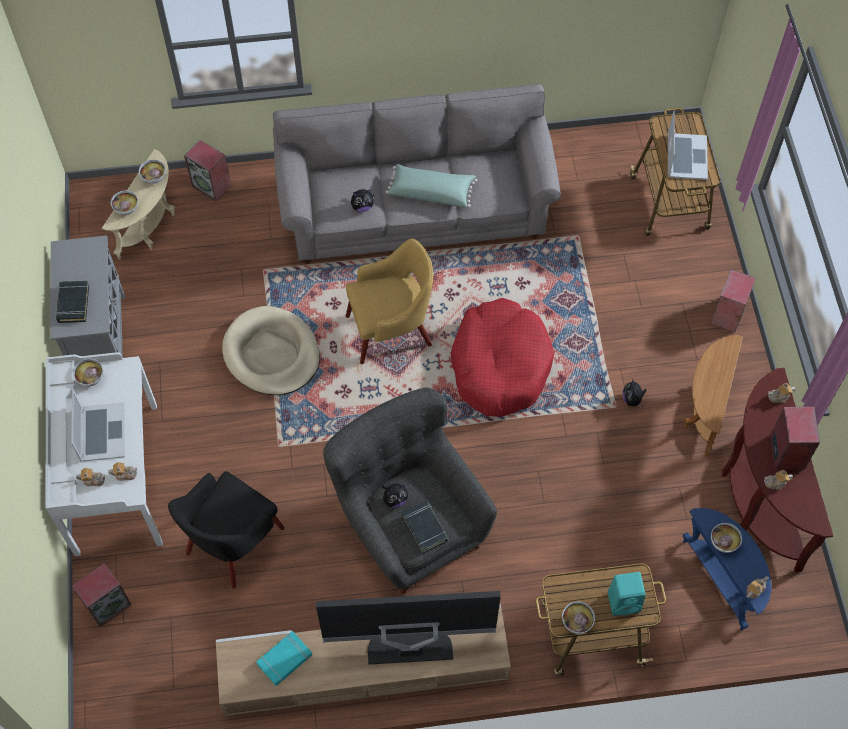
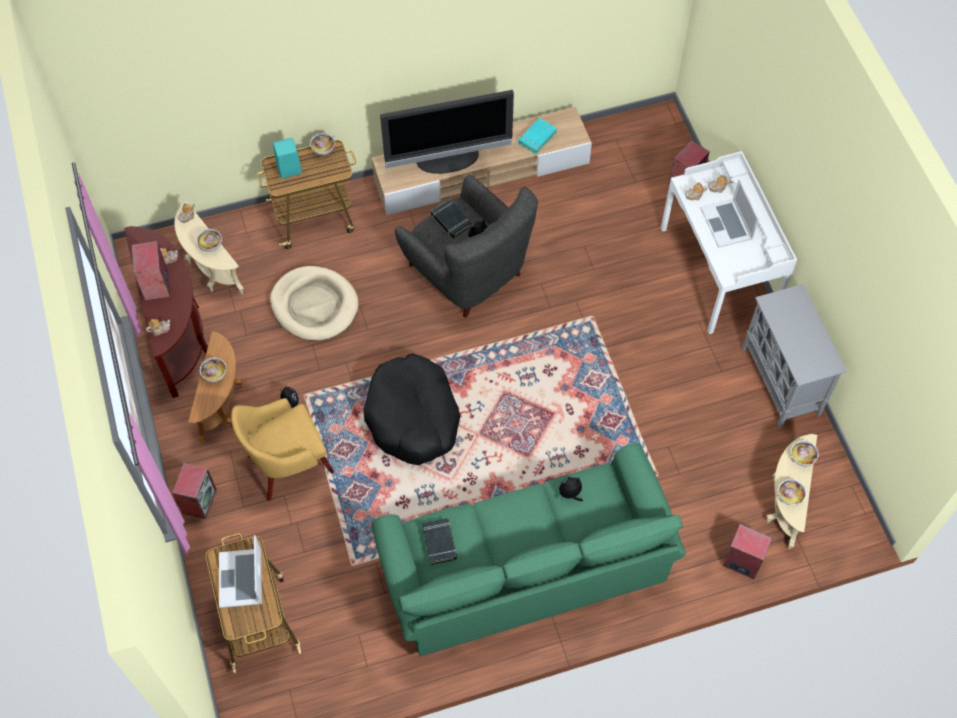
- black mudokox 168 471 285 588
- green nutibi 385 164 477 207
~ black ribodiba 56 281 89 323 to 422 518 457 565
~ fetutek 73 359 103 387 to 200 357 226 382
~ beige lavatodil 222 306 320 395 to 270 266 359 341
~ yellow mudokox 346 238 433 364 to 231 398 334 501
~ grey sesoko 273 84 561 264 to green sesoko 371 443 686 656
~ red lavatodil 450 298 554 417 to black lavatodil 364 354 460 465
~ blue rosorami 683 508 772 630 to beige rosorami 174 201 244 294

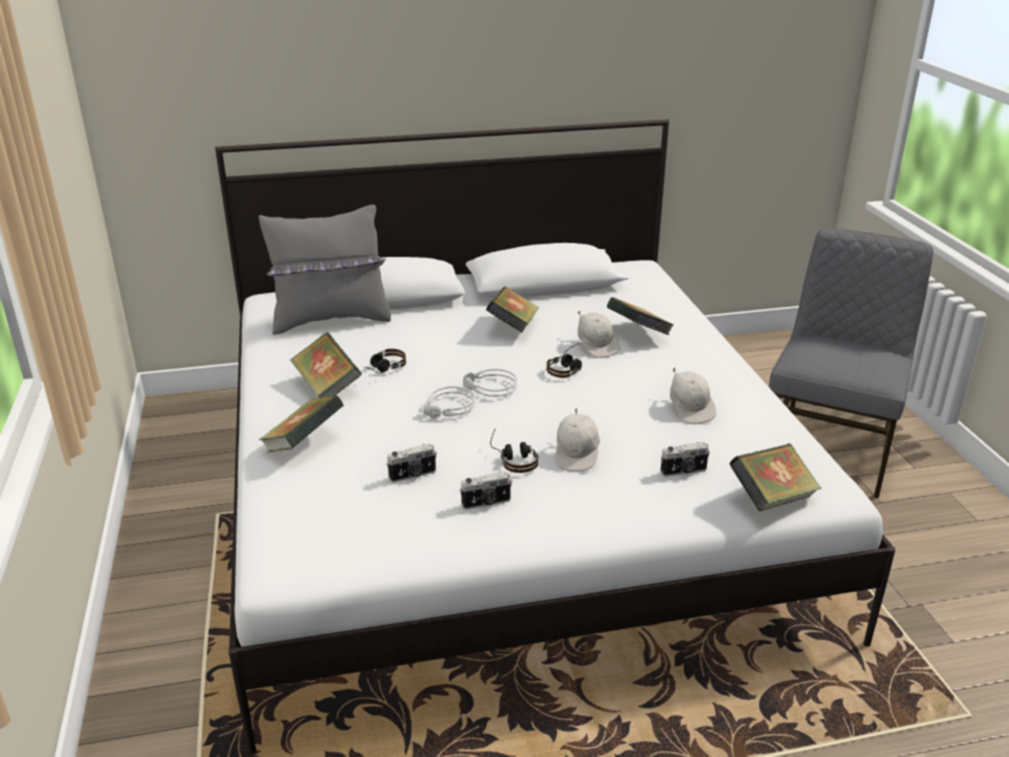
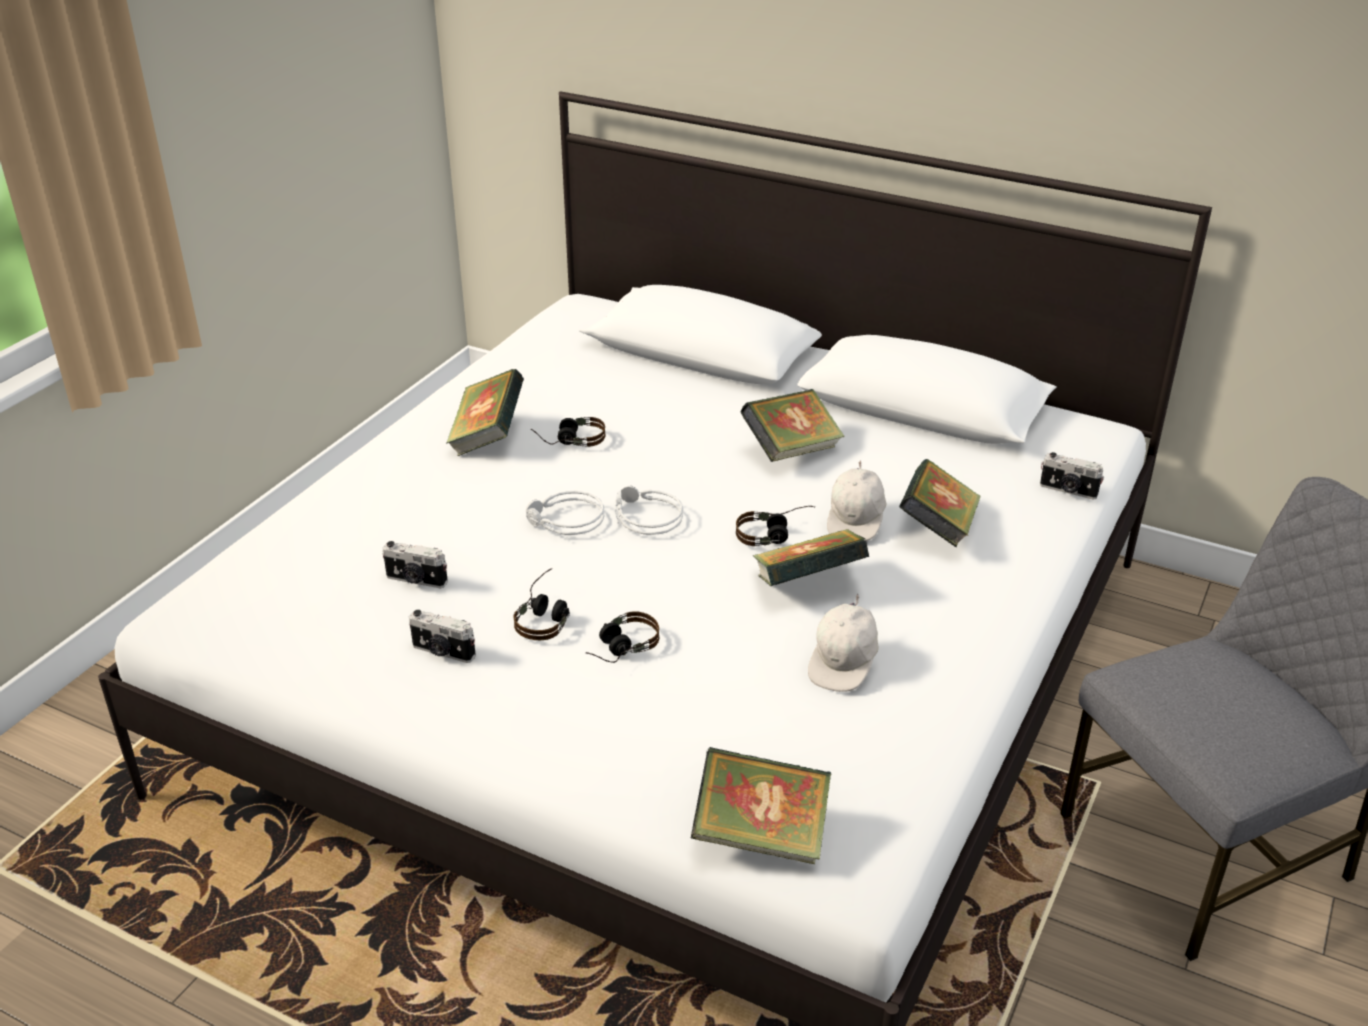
- grey nutibi 259 205 391 335
~ ribodiba 259 395 344 453 to 753 529 869 586
~ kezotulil 660 442 710 477 to 1040 452 1104 500
~ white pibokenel 556 408 600 472 to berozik 586 611 659 663

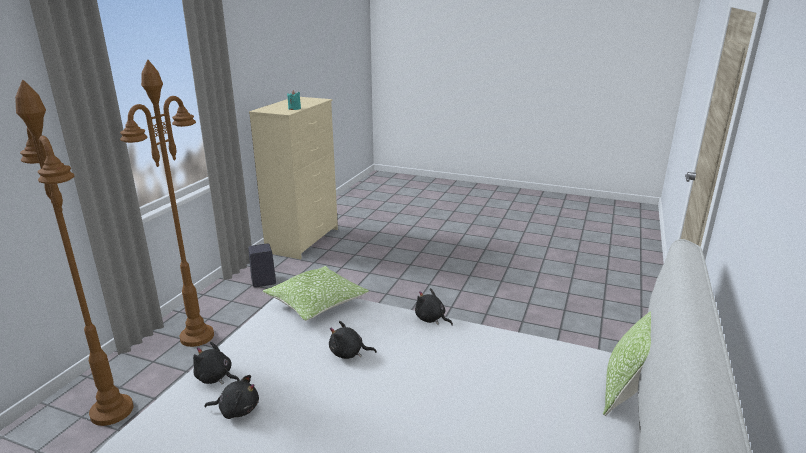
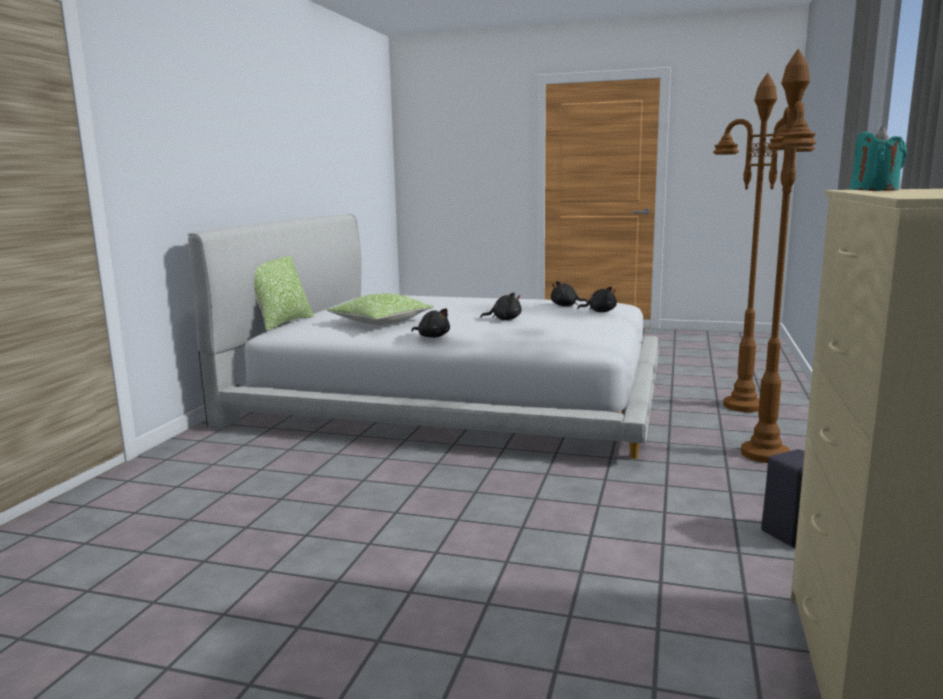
~ nutibi 263 266 369 321 to 327 293 434 325

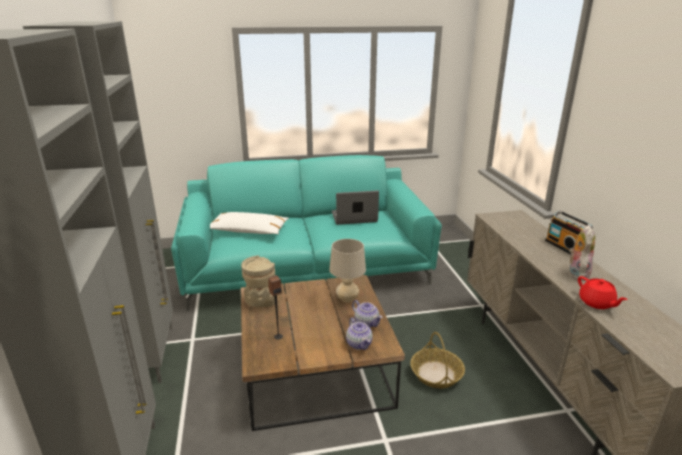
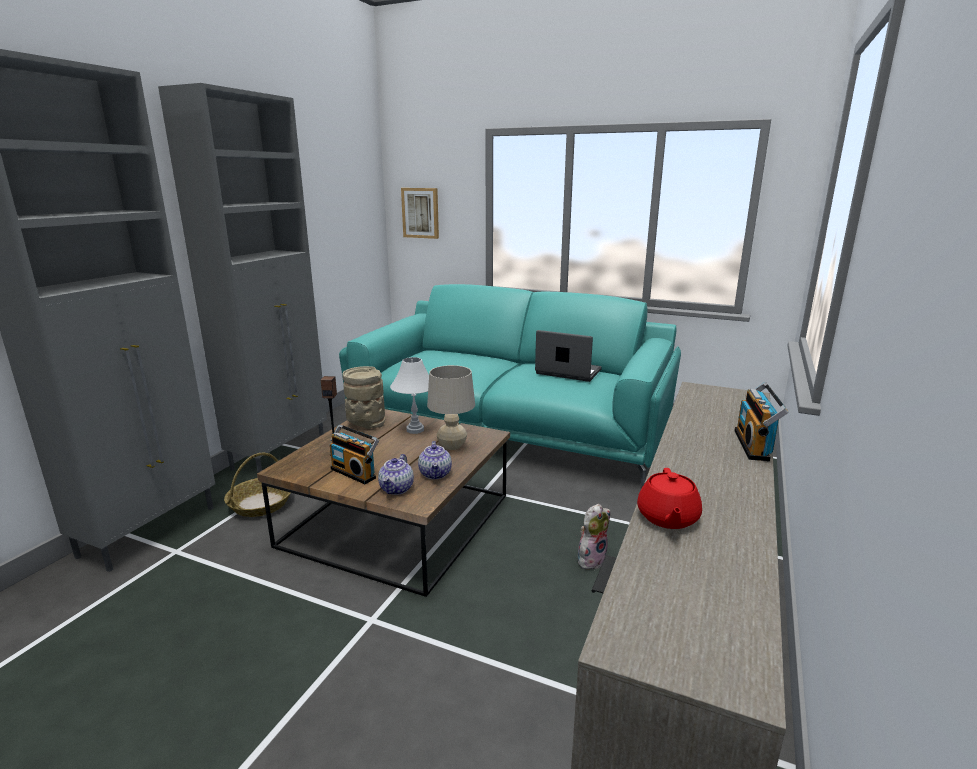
- white nutibi 210 212 289 234
+ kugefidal 330 424 379 484
+ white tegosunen 390 357 429 434
+ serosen 401 188 439 239
~ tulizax 410 332 465 388 to 224 453 291 517
~ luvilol 569 225 595 281 to 578 504 610 569

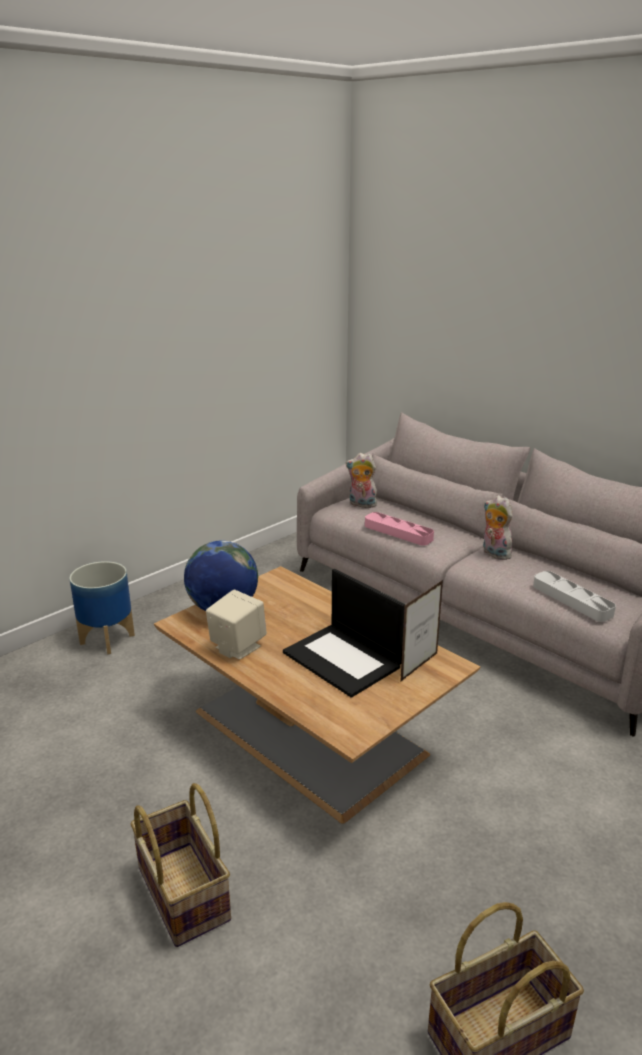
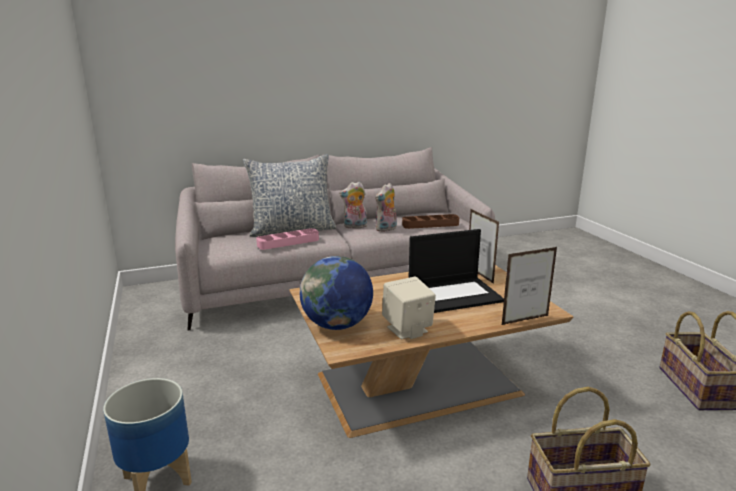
+ nutibi 243 154 336 237
+ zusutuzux 502 247 557 325
~ luvilol 346 453 377 508 to 375 183 397 232
~ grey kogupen 533 571 616 622 to brown kogupen 402 214 459 229

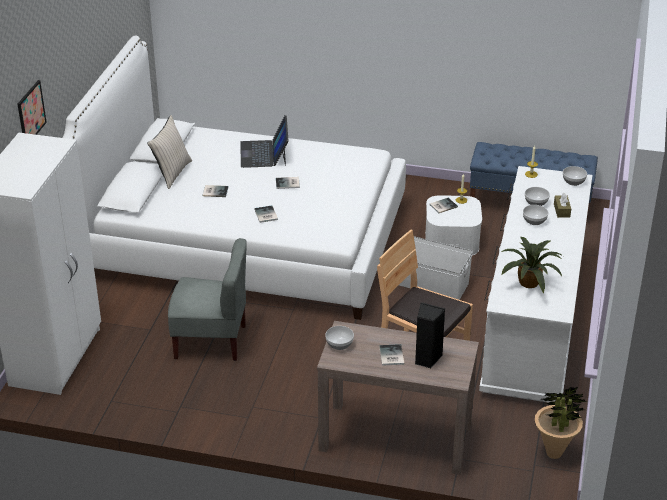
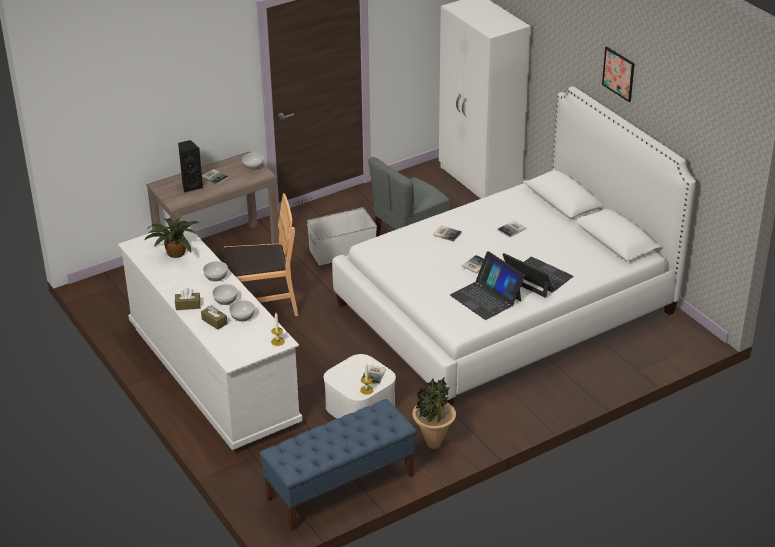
- beige nutibi 147 115 192 189
+ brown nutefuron 175 288 200 310
+ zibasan 450 251 525 320
~ serosen 18 80 47 135 to 602 46 635 102
~ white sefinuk 399 236 473 300 to 307 207 377 266
~ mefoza 535 387 588 459 to 413 377 456 449
~ fetutek 563 166 587 186 to 203 261 228 282

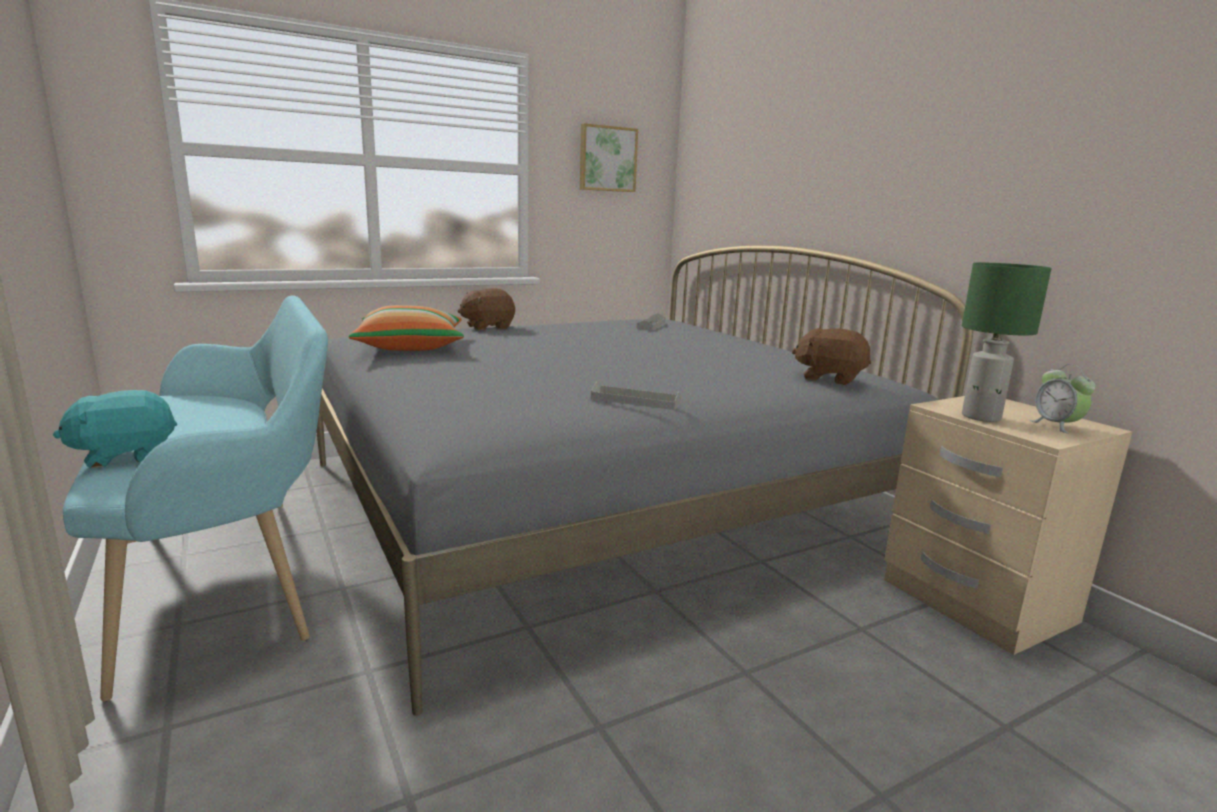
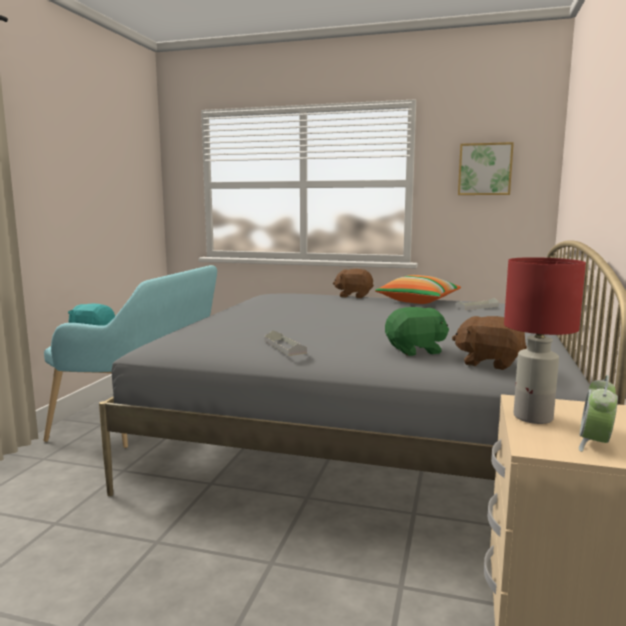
+ green luvilol 385 307 449 356
~ nutibi 349 305 464 351 to 375 275 461 304
~ green tegosunen 962 263 1052 422 to red tegosunen 504 257 586 424
~ brown luvilol 792 328 871 385 = 452 316 527 370 45 degrees counterclockwise

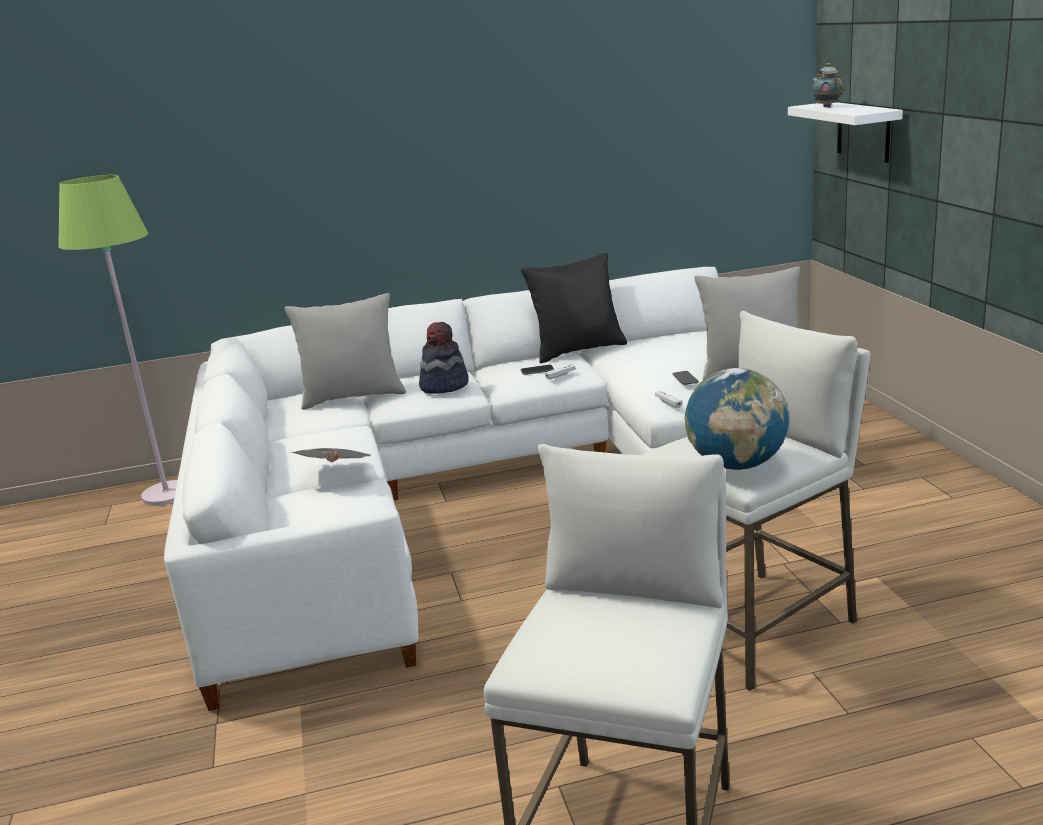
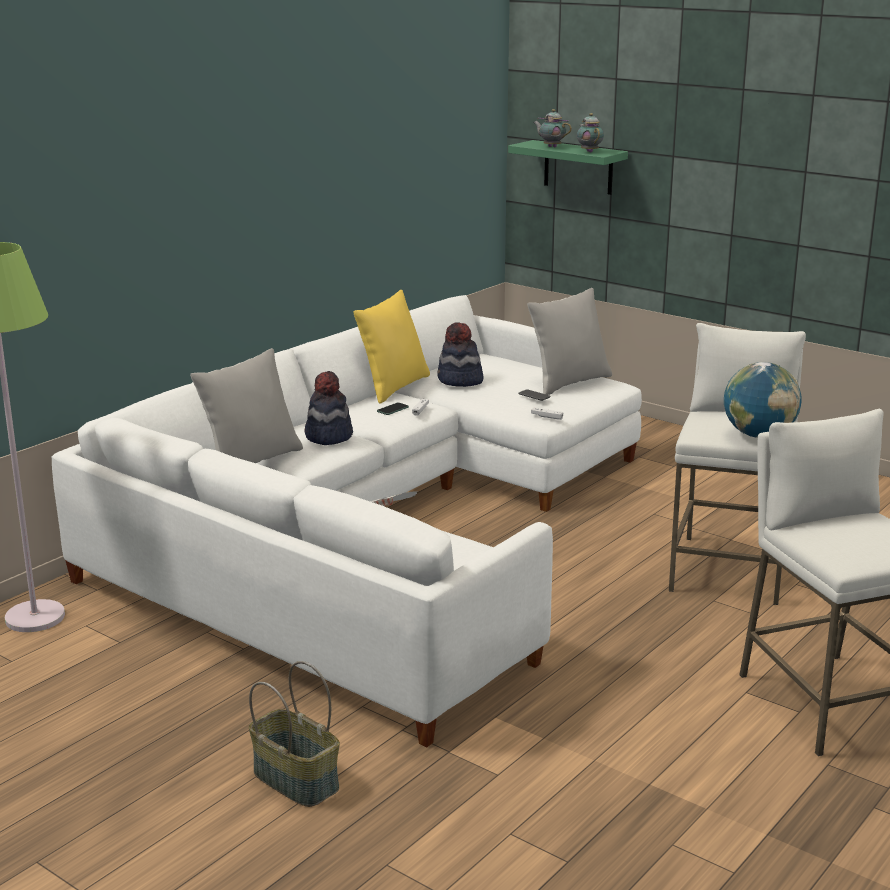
+ tulizax 249 661 340 807
+ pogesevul 437 322 483 387
+ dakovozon 577 113 604 153
~ black nutibi 521 253 627 363 to yellow nutibi 353 290 430 404
~ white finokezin 788 102 903 163 to green finokezin 508 140 628 195

